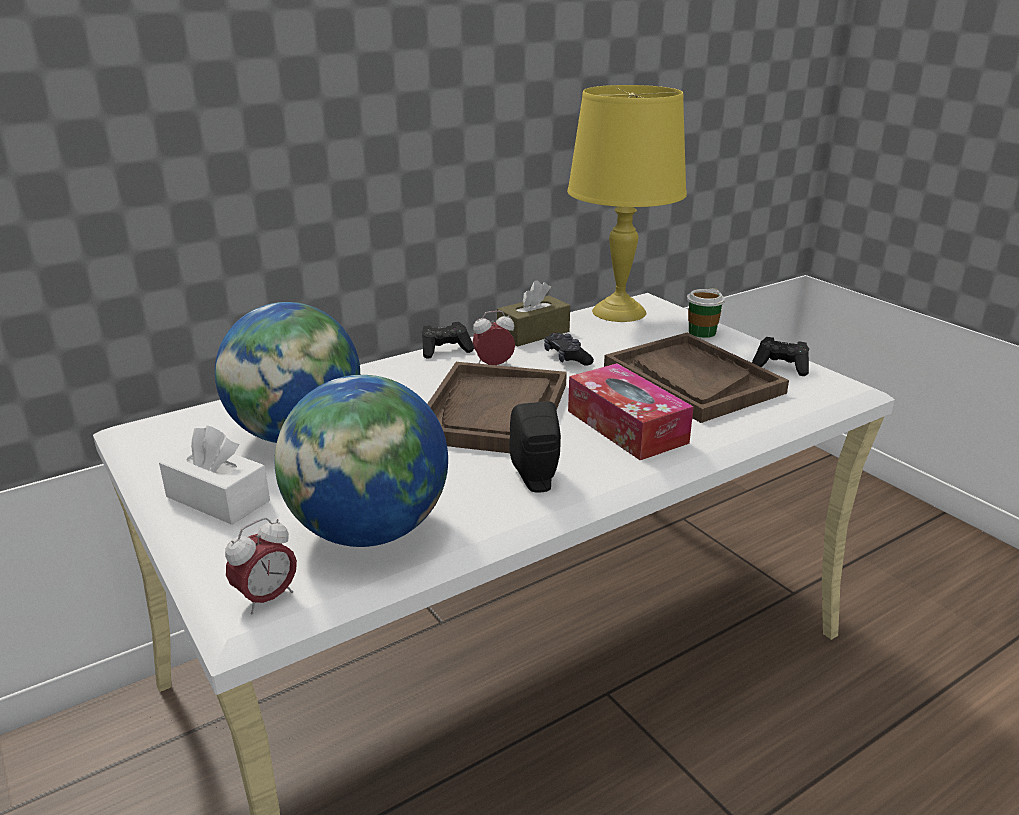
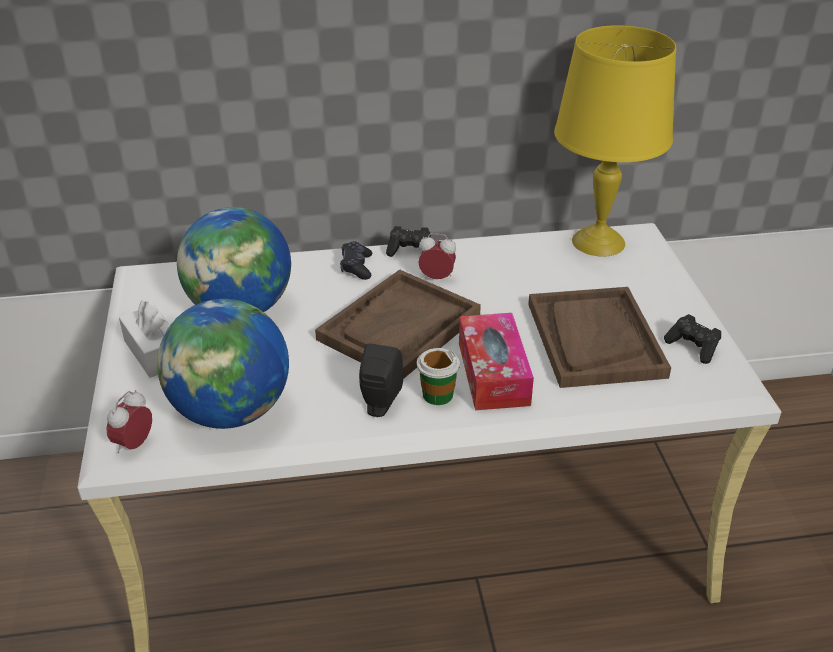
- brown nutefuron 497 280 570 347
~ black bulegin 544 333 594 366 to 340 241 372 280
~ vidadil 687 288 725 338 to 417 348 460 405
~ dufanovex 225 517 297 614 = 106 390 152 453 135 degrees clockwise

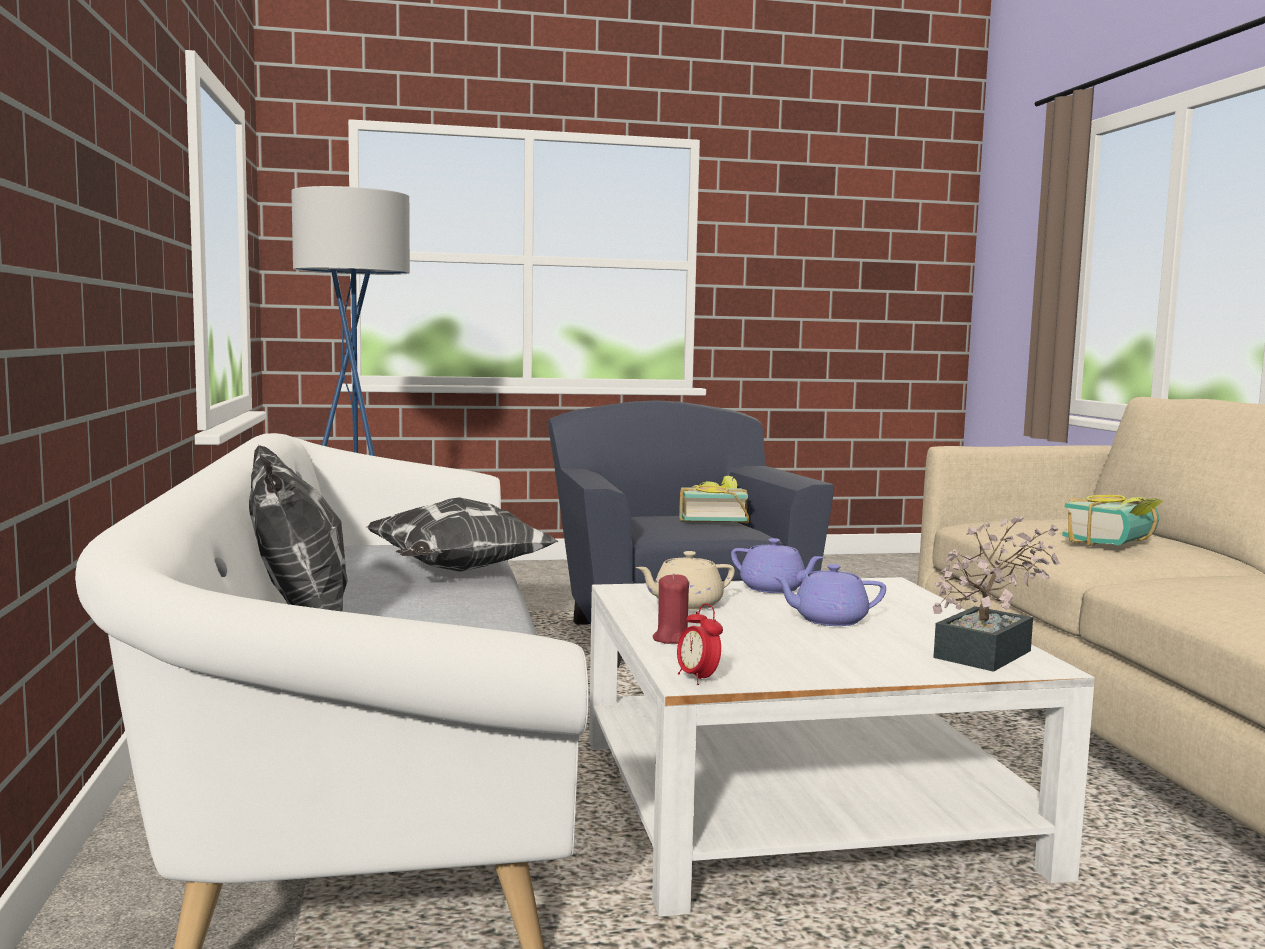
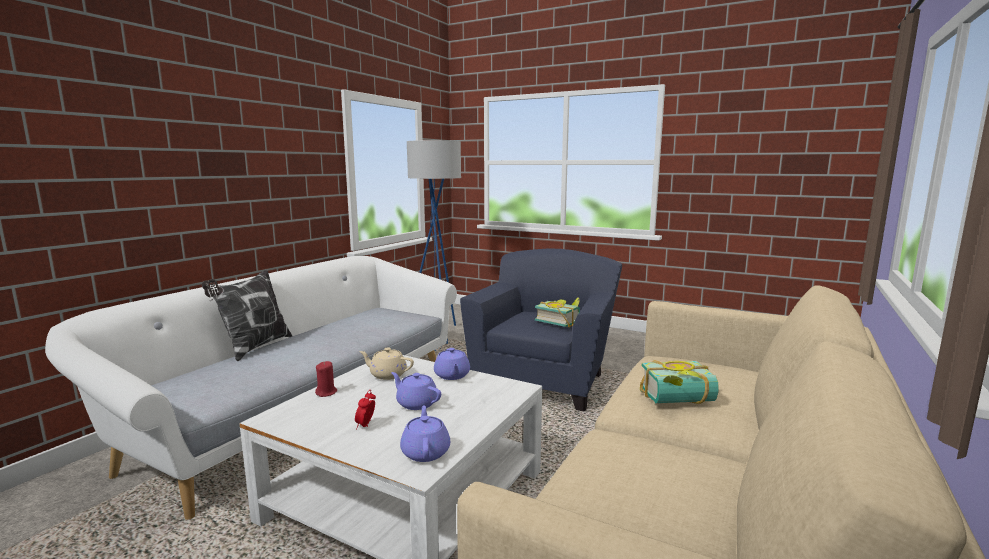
- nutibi 367 497 559 572
~ dufanovex 677 603 723 685 to 355 390 376 430
~ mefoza 933 515 1060 672 to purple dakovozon 400 406 450 462

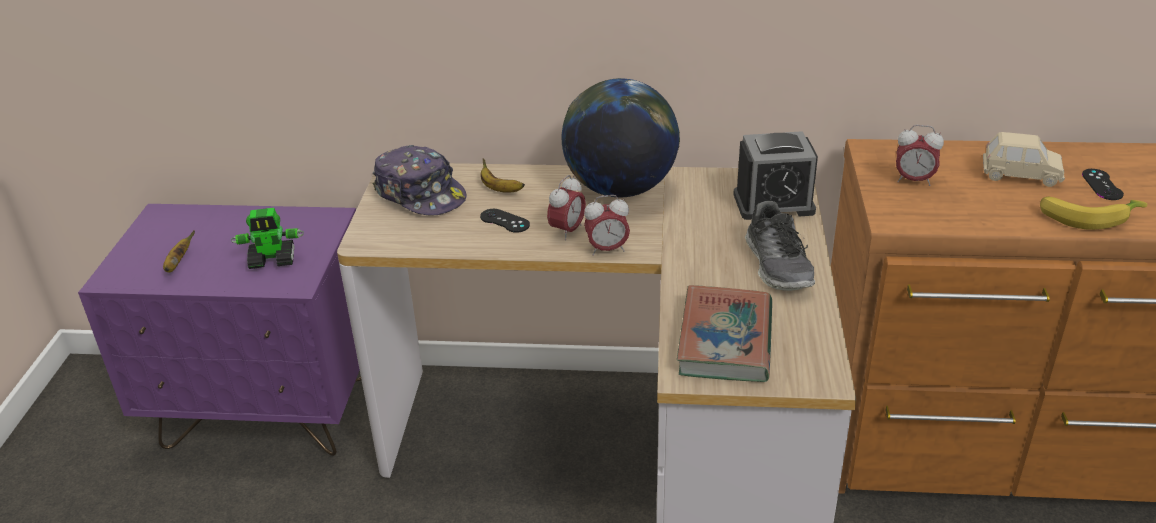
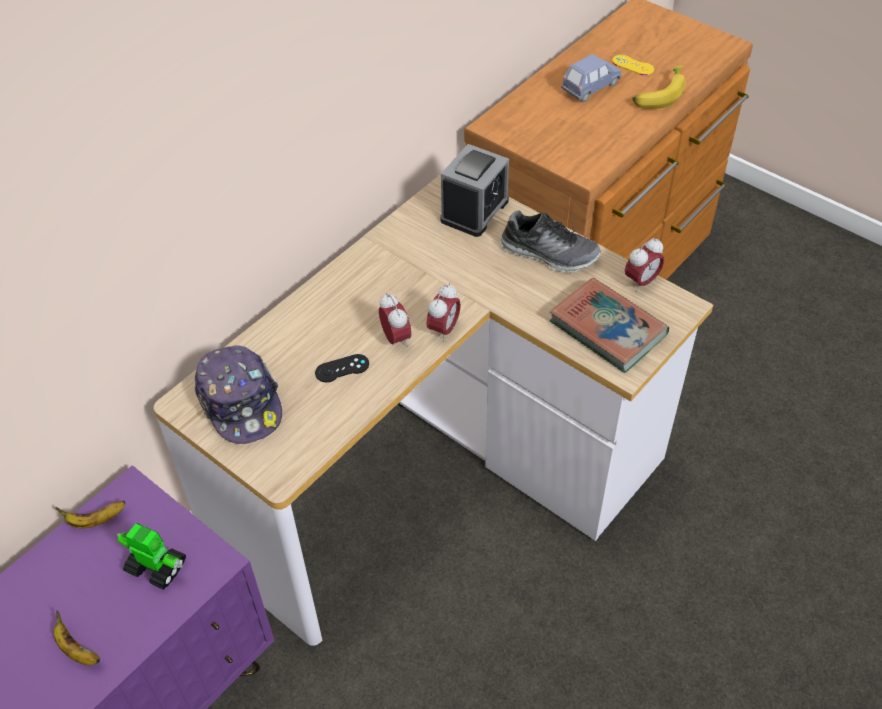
- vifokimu 562 78 680 197
~ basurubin 480 158 525 193 to 55 500 125 528
~ dufanovex 896 125 944 186 to 625 238 664 292
~ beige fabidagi 983 132 1065 187 to blue fabidagi 561 54 622 102
~ black bulegin 1082 169 1124 200 to yellow bulegin 612 55 654 75
~ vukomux 231 208 304 269 = 116 523 186 590 90 degrees counterclockwise
~ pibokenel 373 145 466 215 = 194 345 282 444 75 degrees clockwise

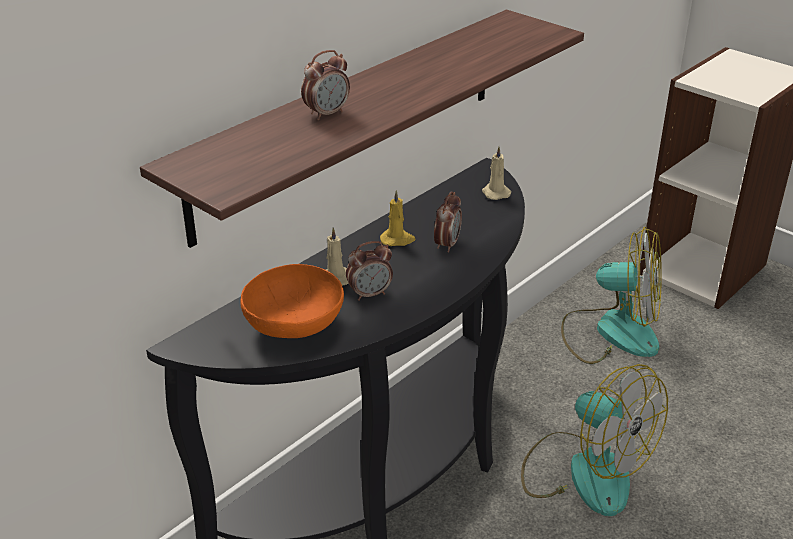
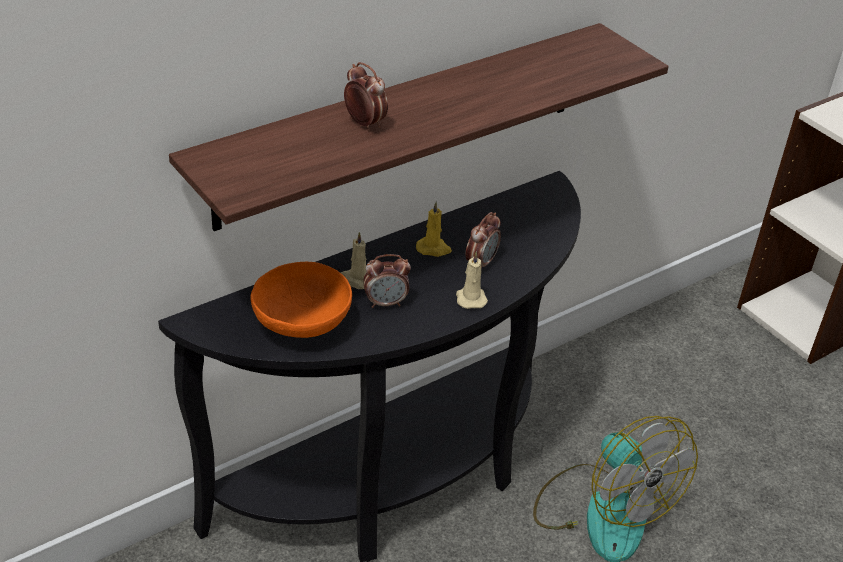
- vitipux 561 227 662 364
~ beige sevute 482 147 511 200 to 456 251 488 309
~ dufanovex 301 50 350 120 = 344 62 388 131 105 degrees counterclockwise

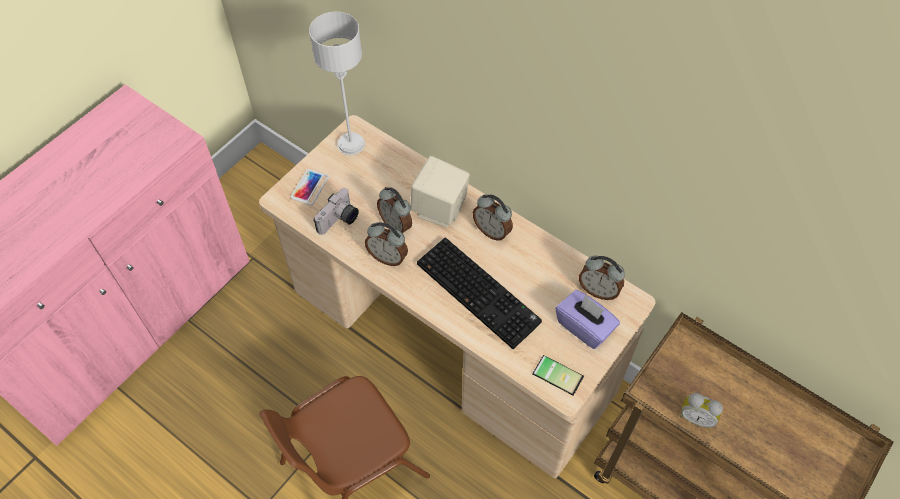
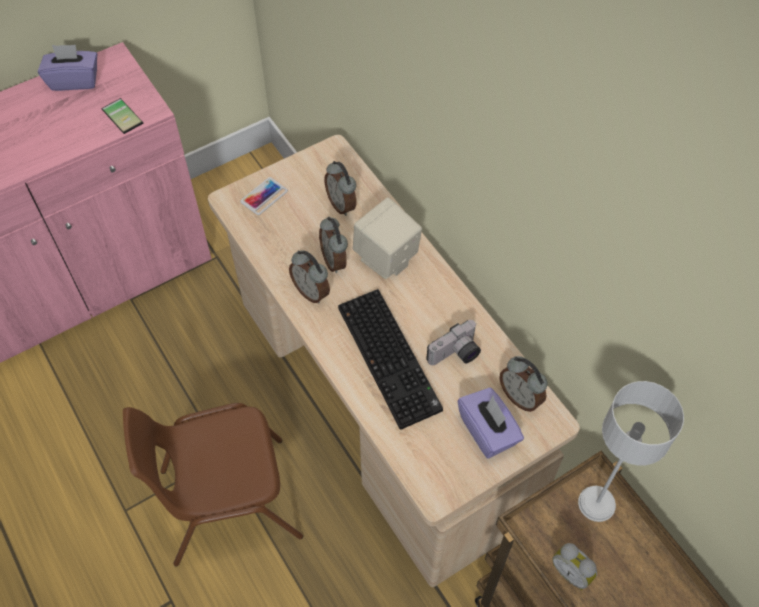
+ purple nutefuron 38 45 97 91
~ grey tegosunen 309 12 365 155 to 578 381 684 522
~ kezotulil 313 188 359 235 to 426 320 481 365
~ dufanovex 473 194 513 241 to 324 161 356 216
~ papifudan 532 355 584 396 to 101 98 143 134

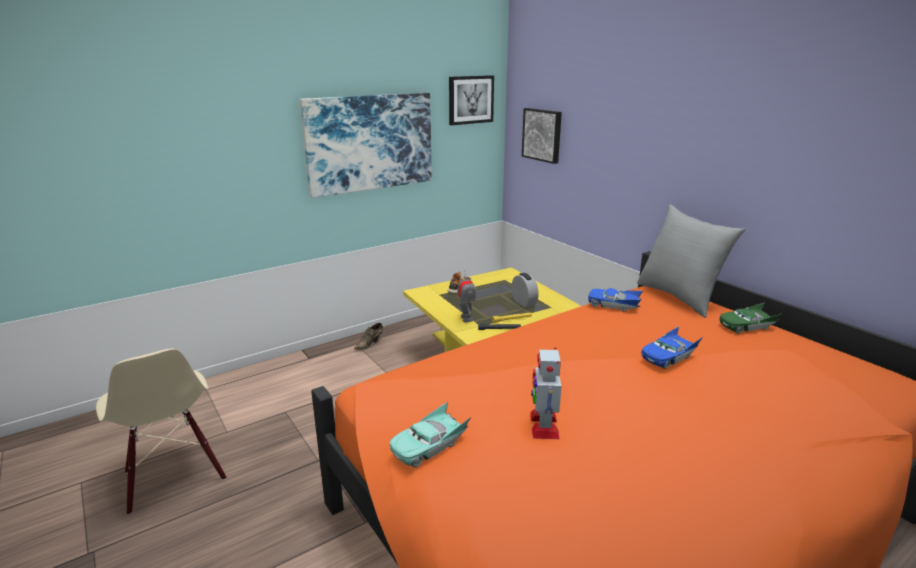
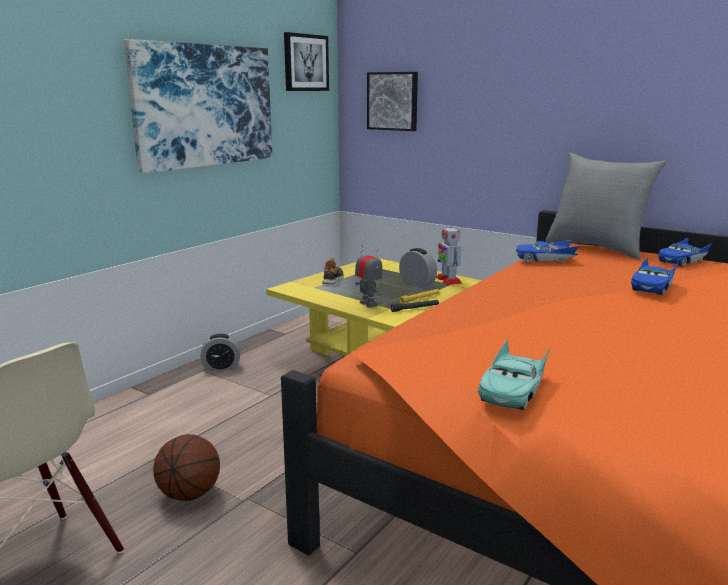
+ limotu 153 434 220 501
~ vukomux 530 347 562 439 to 436 226 462 285
~ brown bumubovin 354 323 383 350 to dufanovex 200 334 240 371
~ green fabidagi 719 303 783 334 to blue fabidagi 658 238 713 267

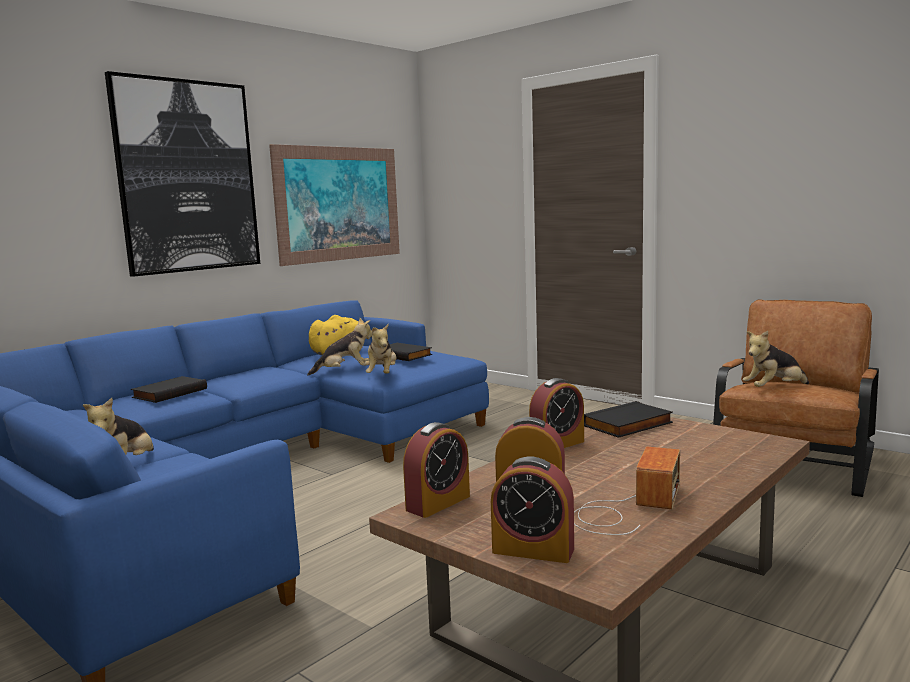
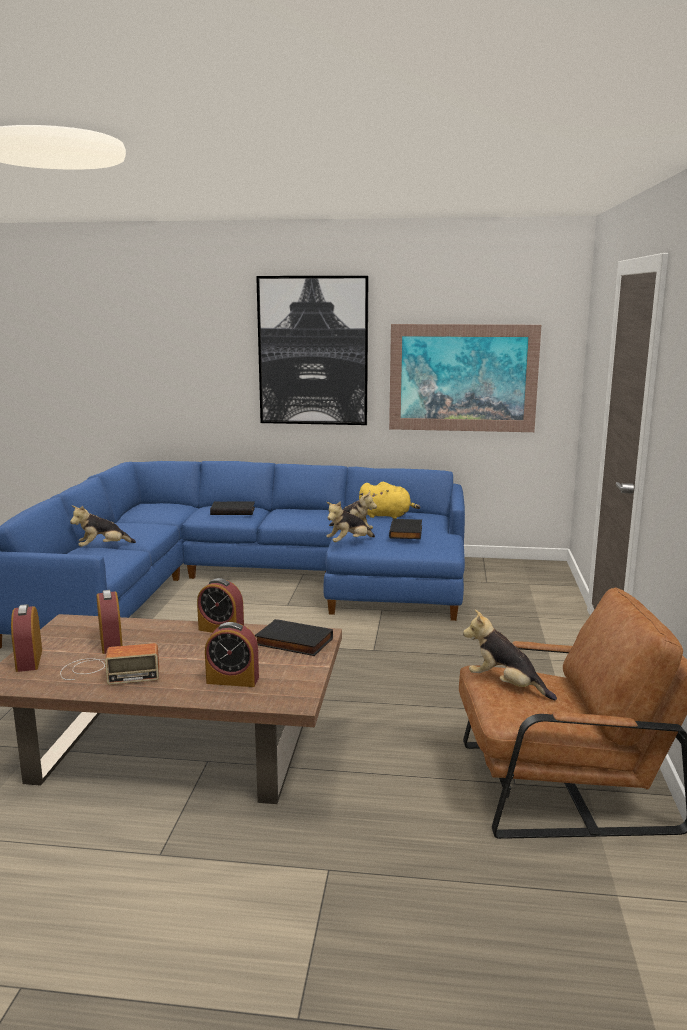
~ dufanovex 403 422 470 518 to 205 622 259 687

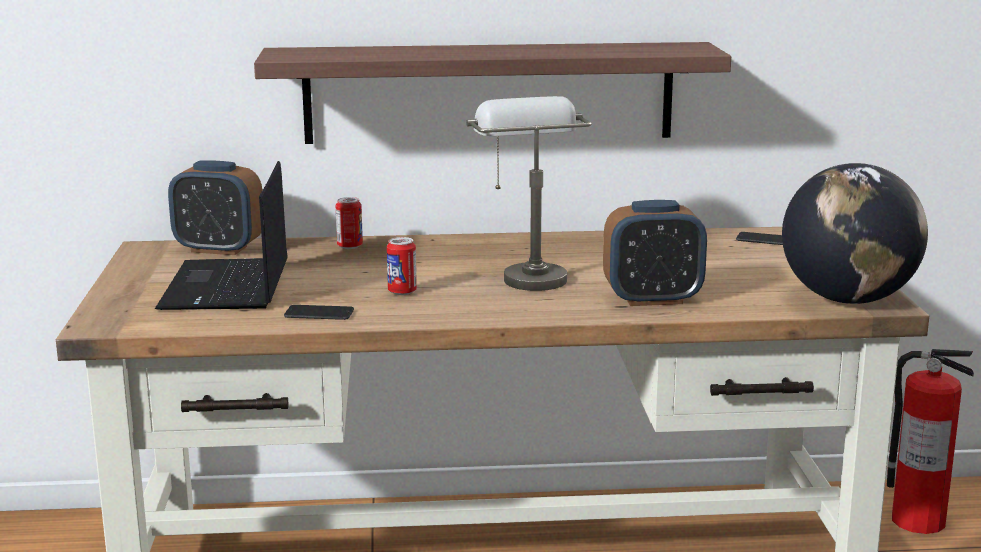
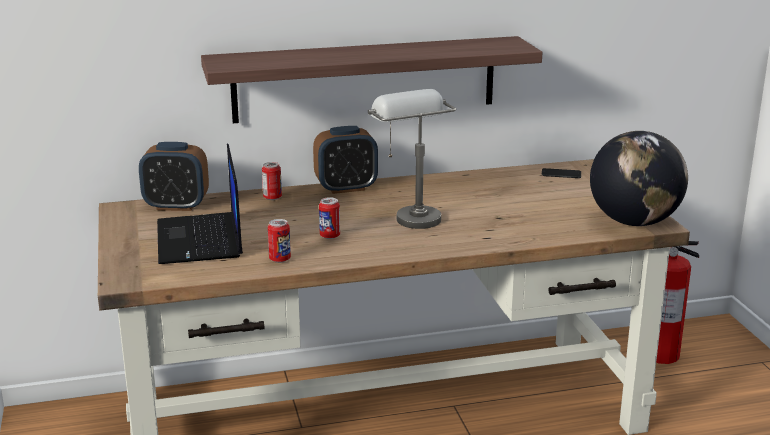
~ dufanovex 603 200 707 306 to 313 126 378 194
~ papifudan 284 305 354 320 to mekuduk 268 219 291 263

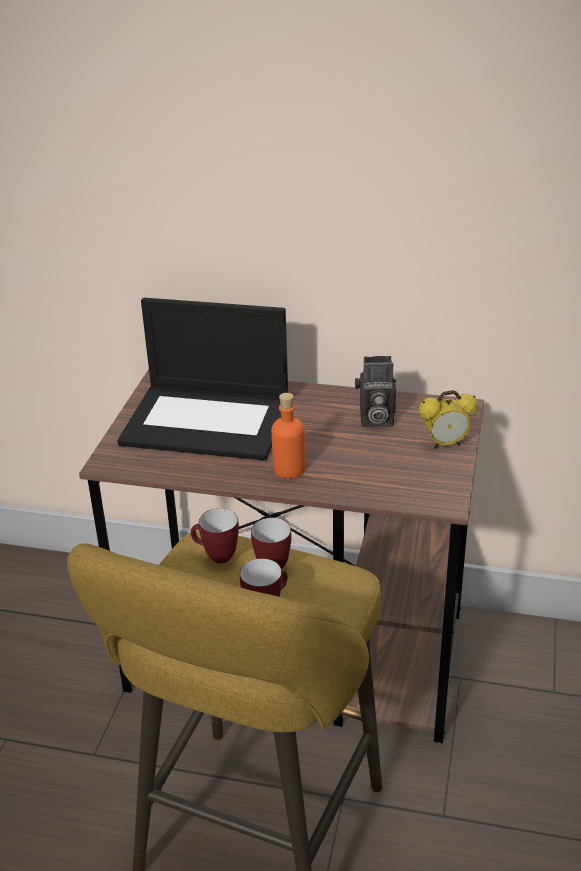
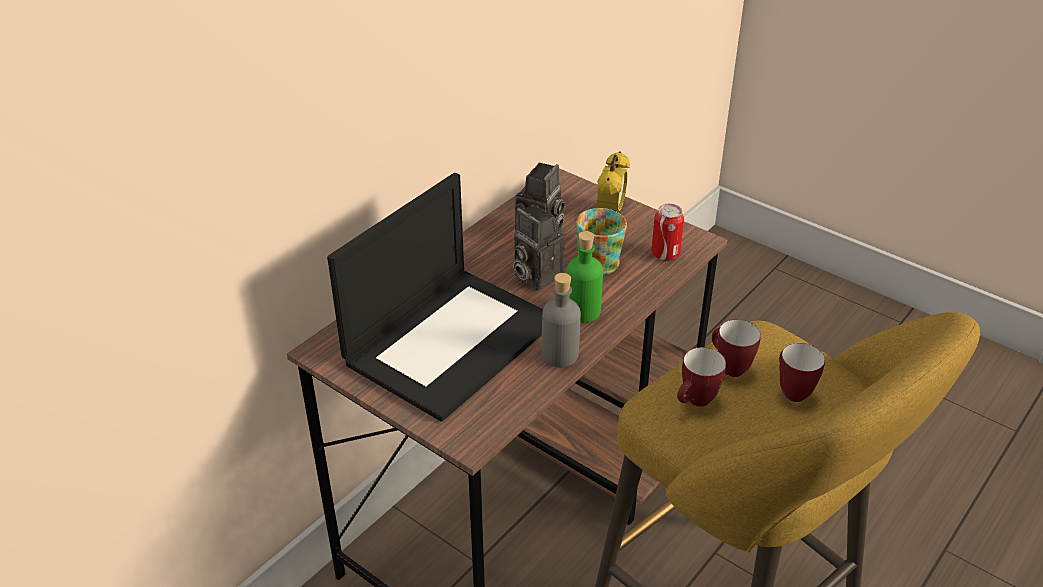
+ kezotulil 513 204 565 291
+ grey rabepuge 542 273 581 367
+ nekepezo 576 208 627 275
+ mekuduk 651 204 684 260
~ orange rabepuge 271 393 305 479 to green rabepuge 567 231 603 323

